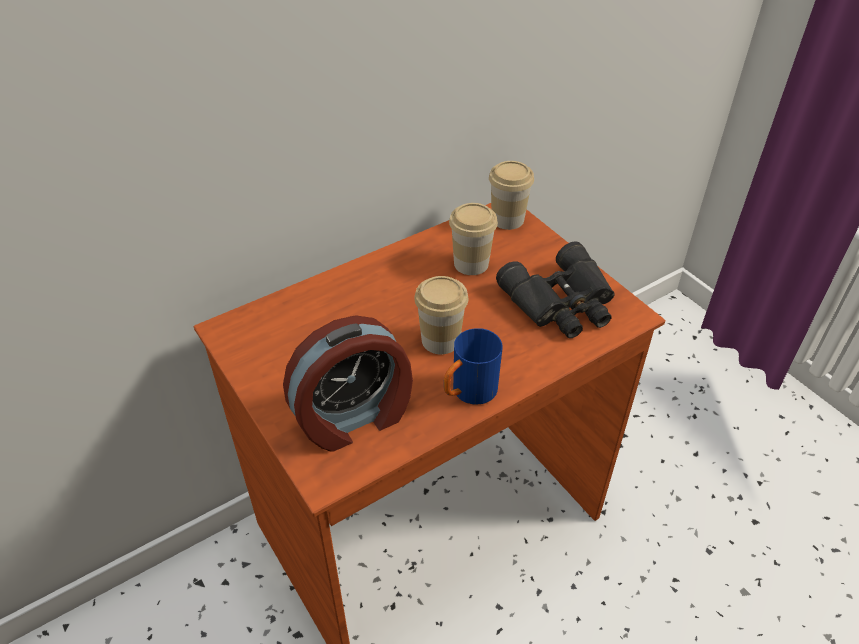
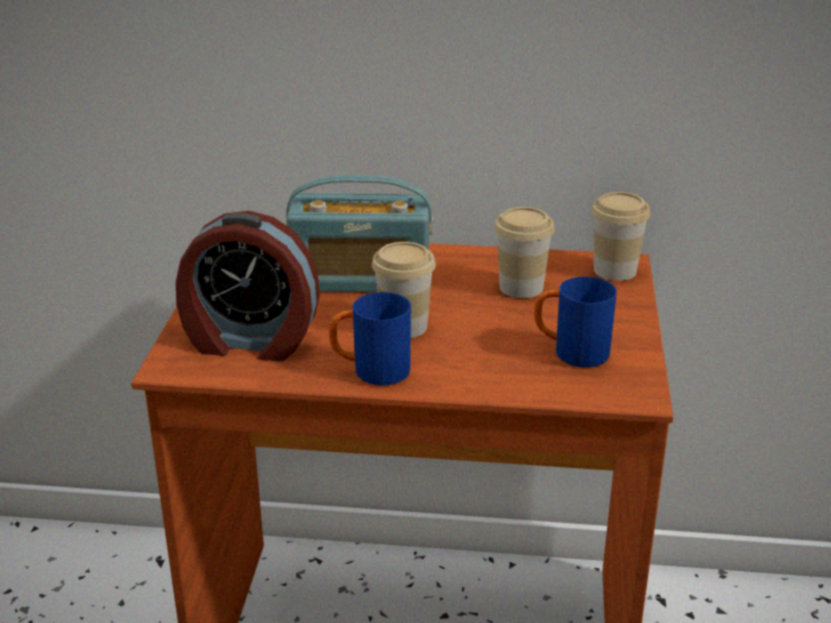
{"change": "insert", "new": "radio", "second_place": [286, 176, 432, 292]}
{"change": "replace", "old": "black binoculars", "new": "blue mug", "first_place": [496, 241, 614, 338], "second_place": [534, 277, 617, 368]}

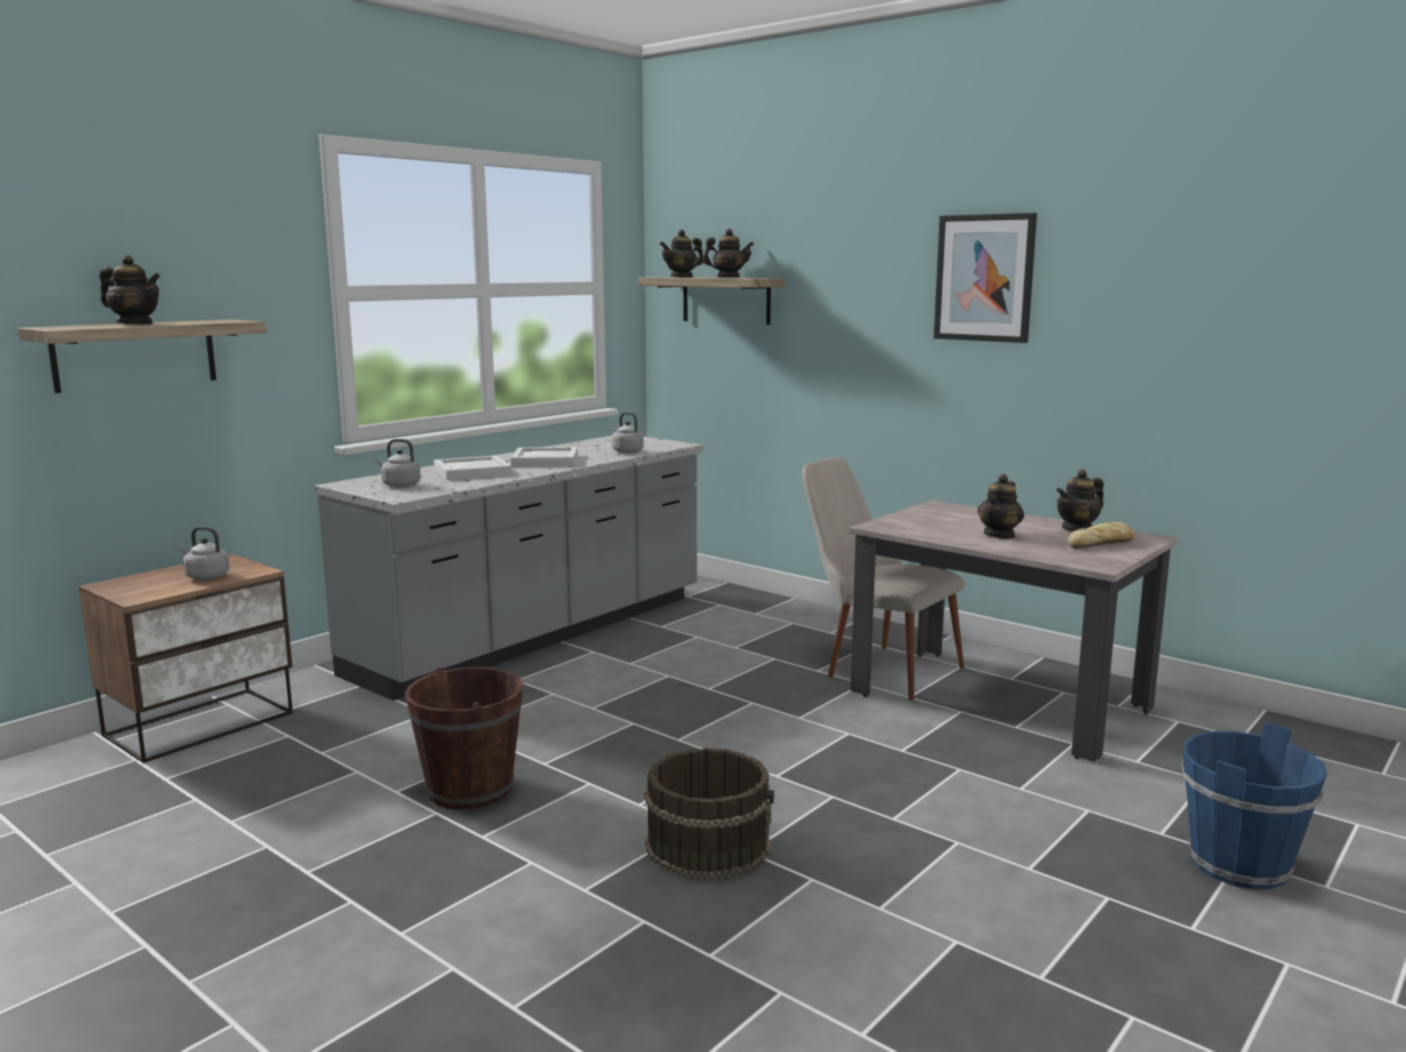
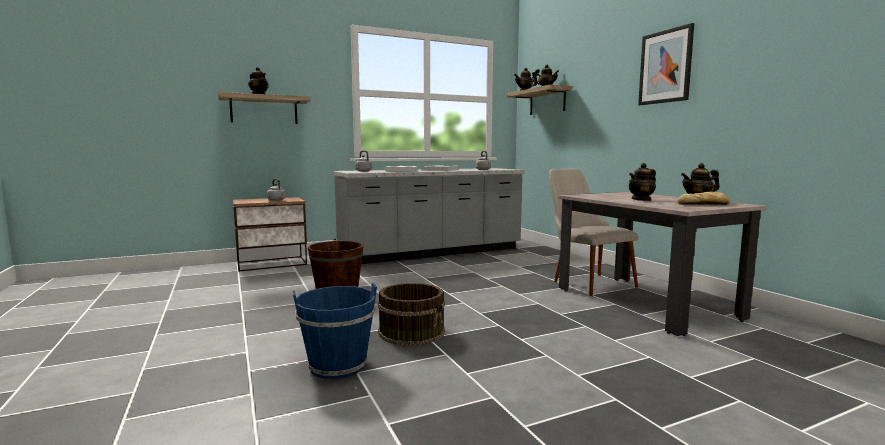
{"change": "move", "old": "blue bucket", "first_place": [1182, 722, 1327, 889], "second_place": [293, 283, 377, 379]}

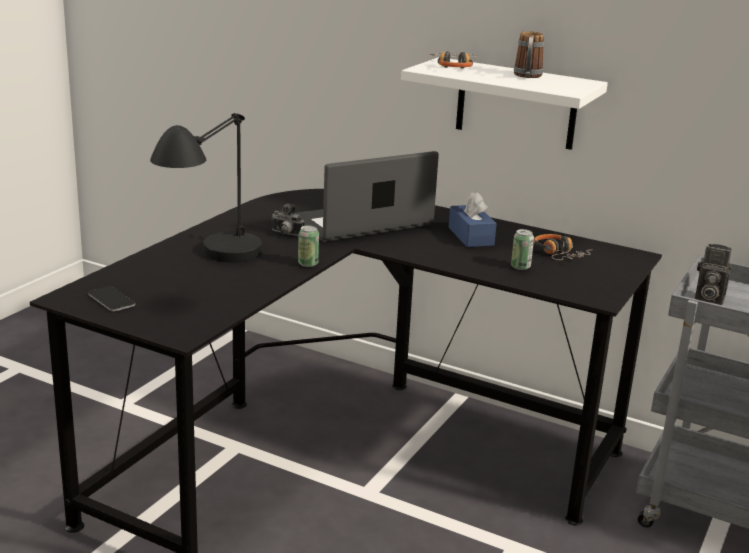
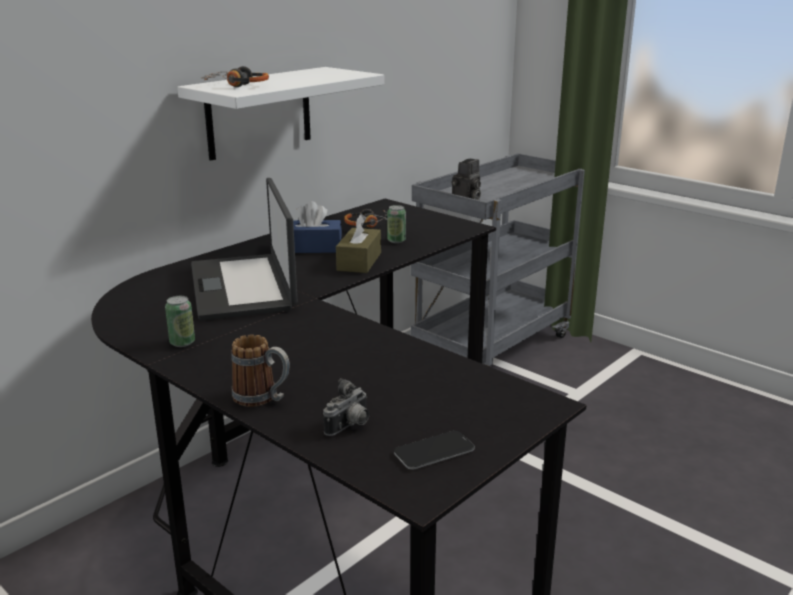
{"change": "delete", "old": "black table lamp", "first_place": [150, 113, 262, 263]}
{"change": "insert", "new": "brown tissue box", "second_place": [336, 214, 381, 273]}
{"change": "move", "old": "photo camera", "first_place": [271, 203, 304, 236], "second_place": [323, 378, 370, 436]}
{"change": "move", "old": "can", "first_place": [298, 225, 319, 267], "second_place": [165, 296, 195, 347]}
{"change": "move", "old": "mug", "first_place": [514, 31, 544, 78], "second_place": [231, 334, 290, 407]}

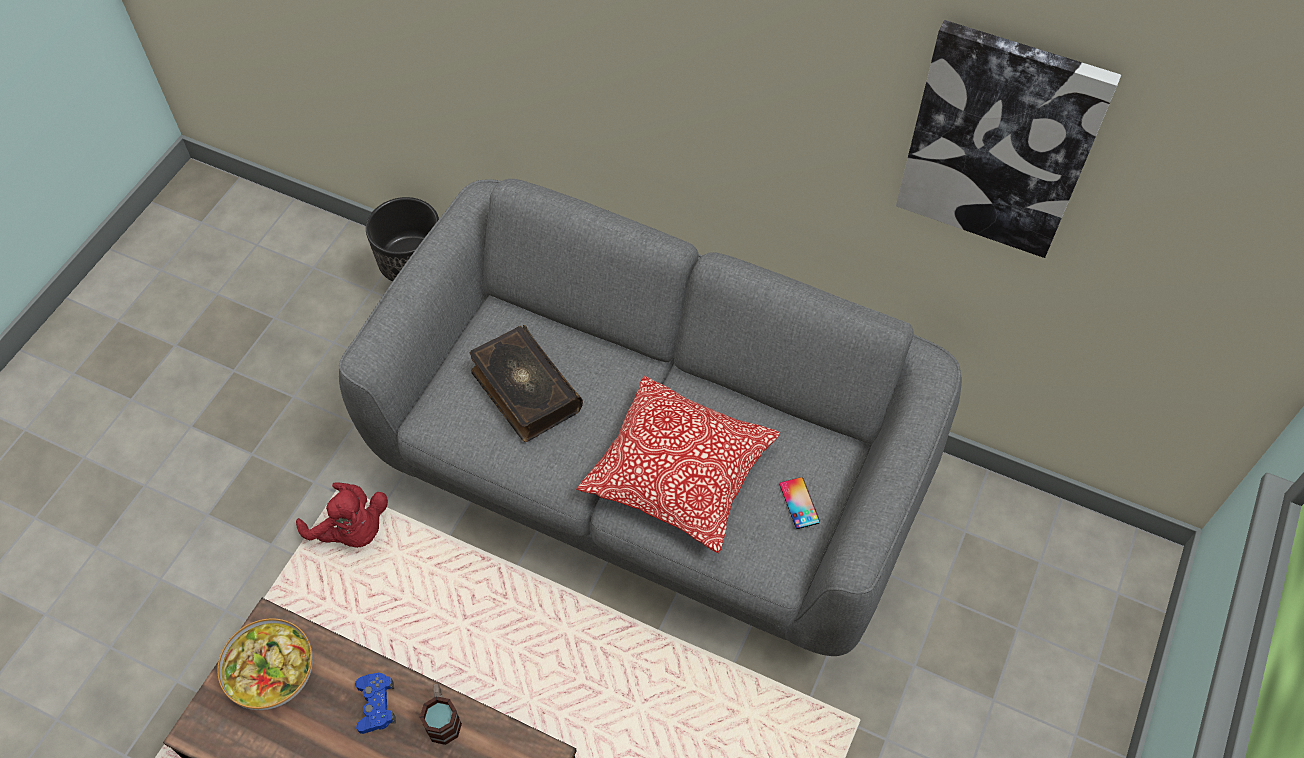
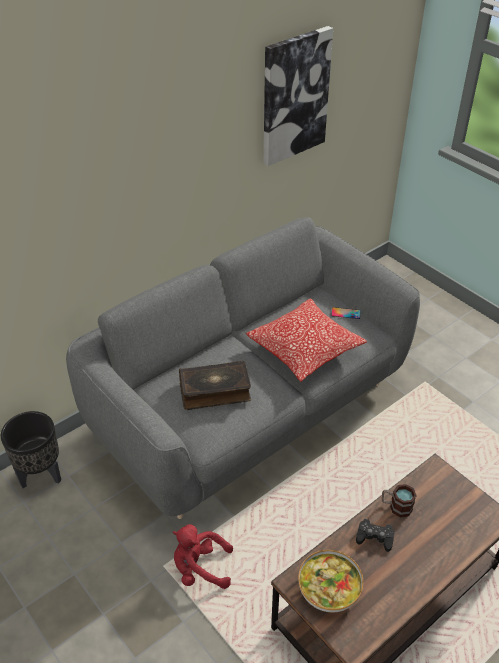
{"change": "recolor", "old": "blue game controller", "new": "black game controller", "first_place": [355, 673, 396, 734], "second_place": [356, 519, 395, 552]}
{"change": "rotate", "old": "red plush toy", "first_place": [296, 482, 388, 548], "second_place": [172, 524, 233, 589], "degrees": -150}

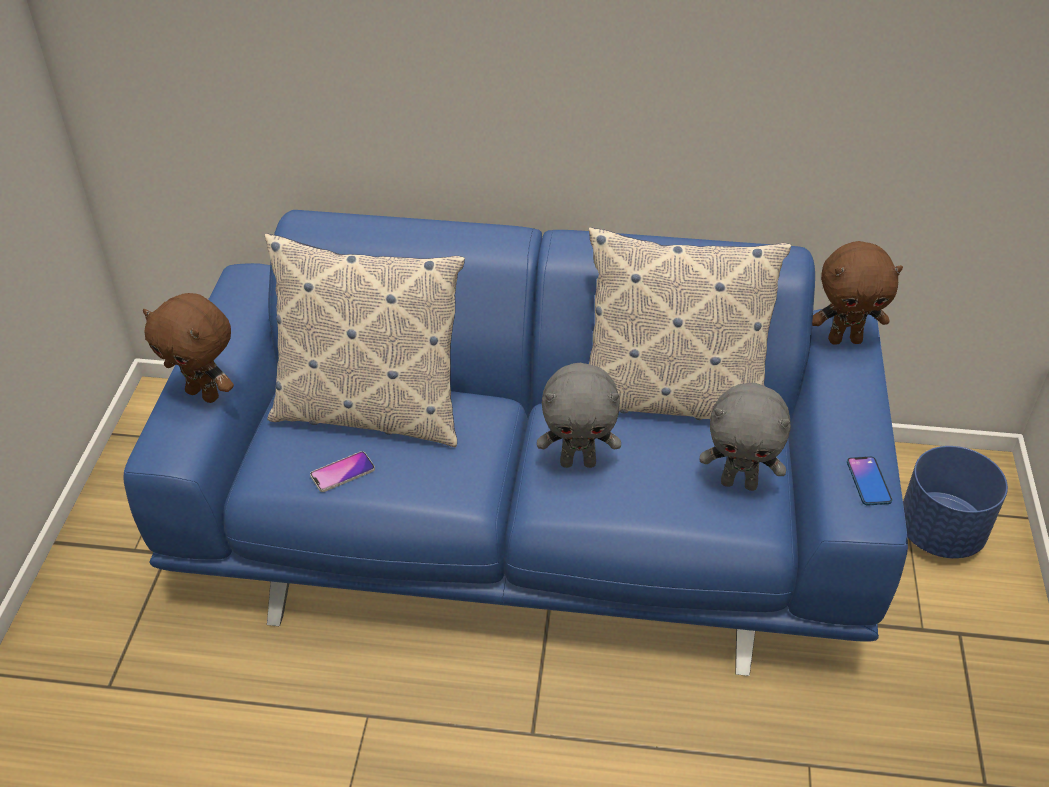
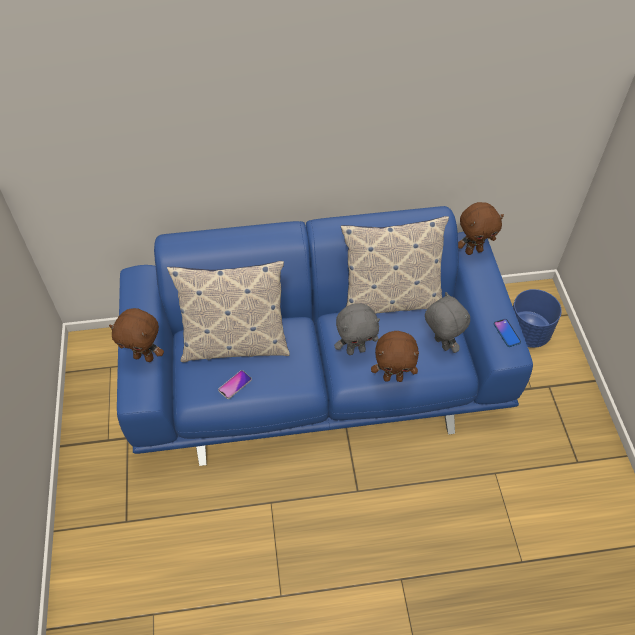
{"change": "insert", "new": "brown plush toy", "second_place": [371, 331, 419, 382]}
{"change": "rotate", "old": "grey plush toy", "first_place": [699, 383, 791, 491], "second_place": [425, 292, 470, 353], "degrees": -120}

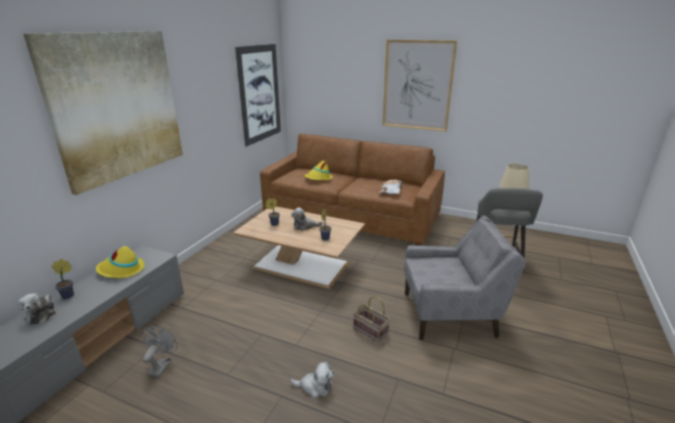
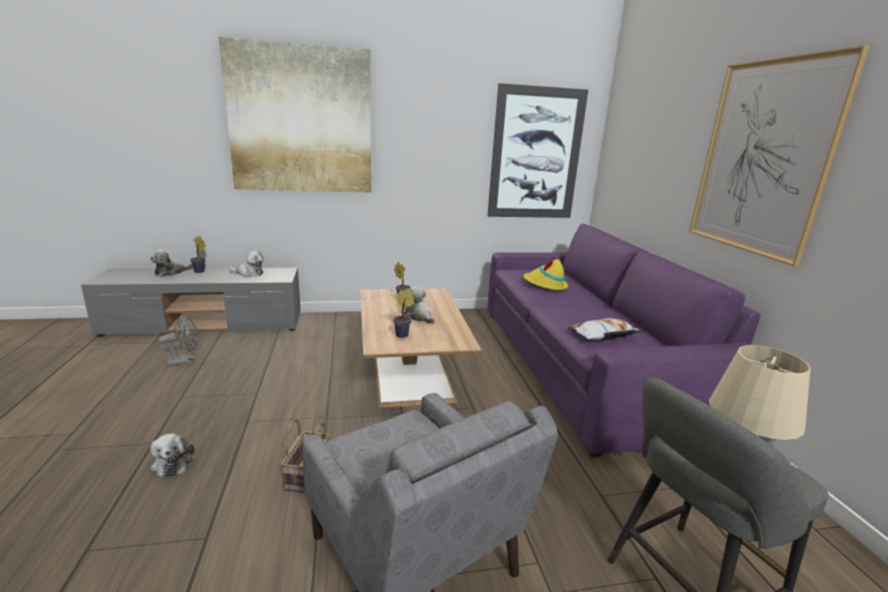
{"change": "replace", "old": "yellow hat", "new": "plush toy", "first_place": [96, 246, 145, 278], "second_place": [228, 251, 264, 277]}
{"change": "recolor", "old": "brown sofa", "new": "purple sofa", "first_place": [260, 134, 445, 246], "second_place": [487, 224, 760, 457]}

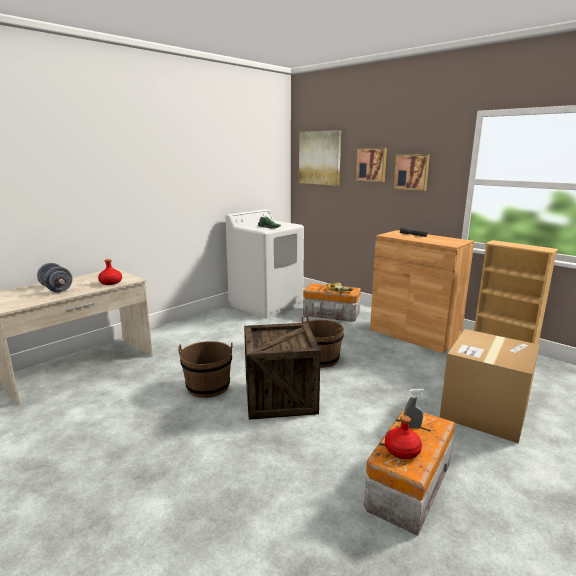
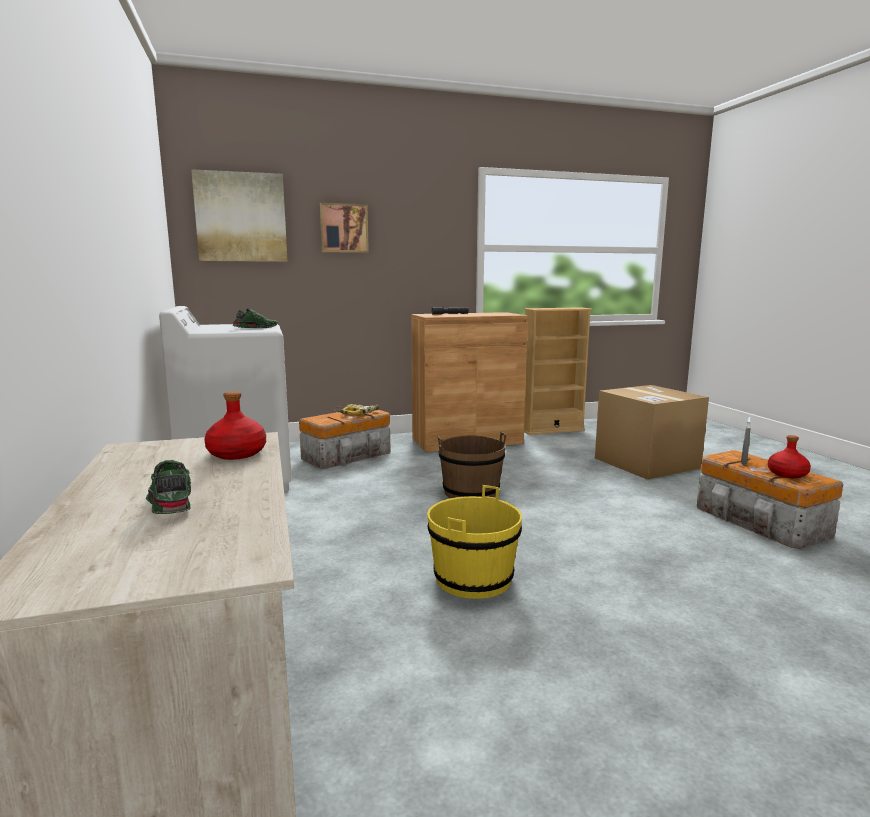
{"change": "delete", "old": "crate", "first_place": [244, 323, 321, 420]}
{"change": "delete", "old": "picture", "first_place": [394, 154, 430, 191]}
{"change": "replace", "old": "grey dumbbell", "new": "green shoe", "first_place": [37, 263, 73, 292], "second_place": [146, 460, 191, 514]}
{"change": "recolor", "old": "brown bucket", "new": "yellow bucket", "first_place": [178, 341, 233, 398], "second_place": [427, 485, 522, 599]}

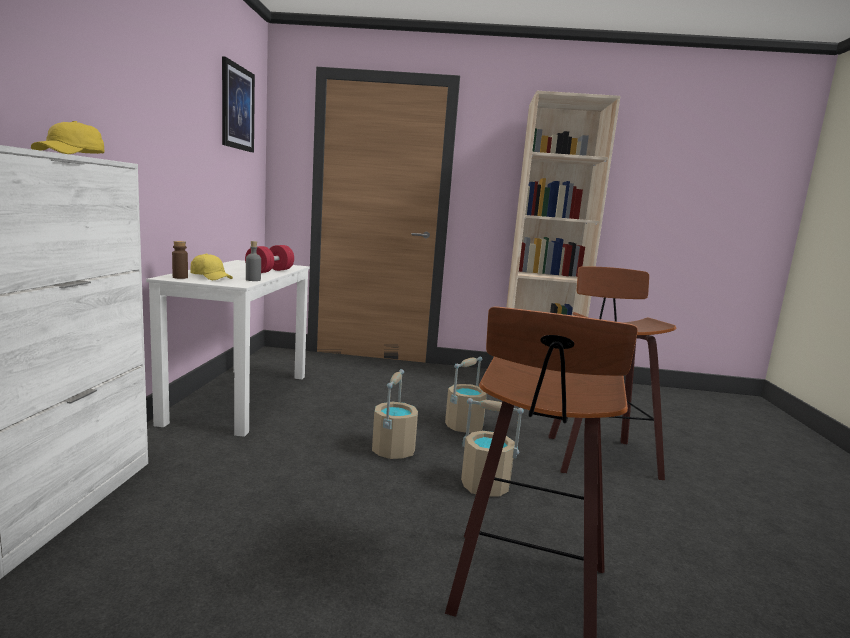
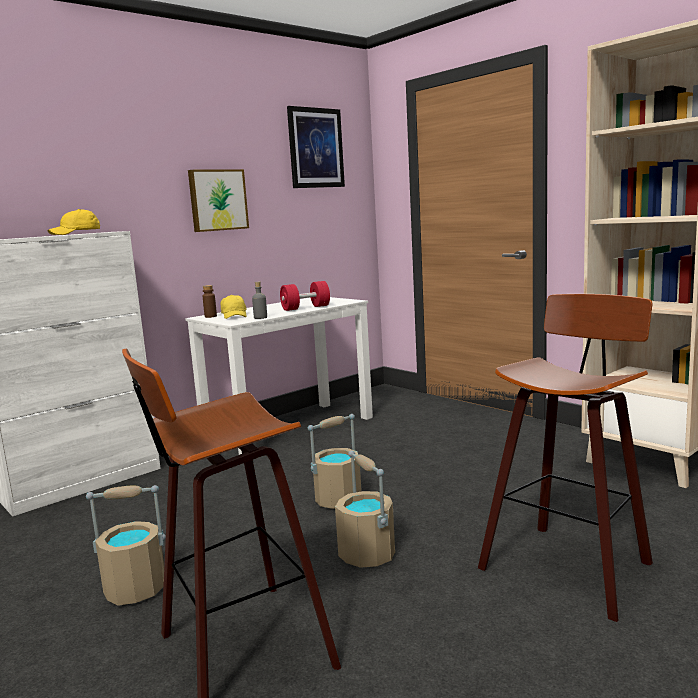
{"change": "insert", "new": "picture", "second_place": [188, 169, 249, 232]}
{"change": "move", "old": "beige bucket", "first_place": [445, 357, 487, 433], "second_place": [86, 485, 166, 606]}

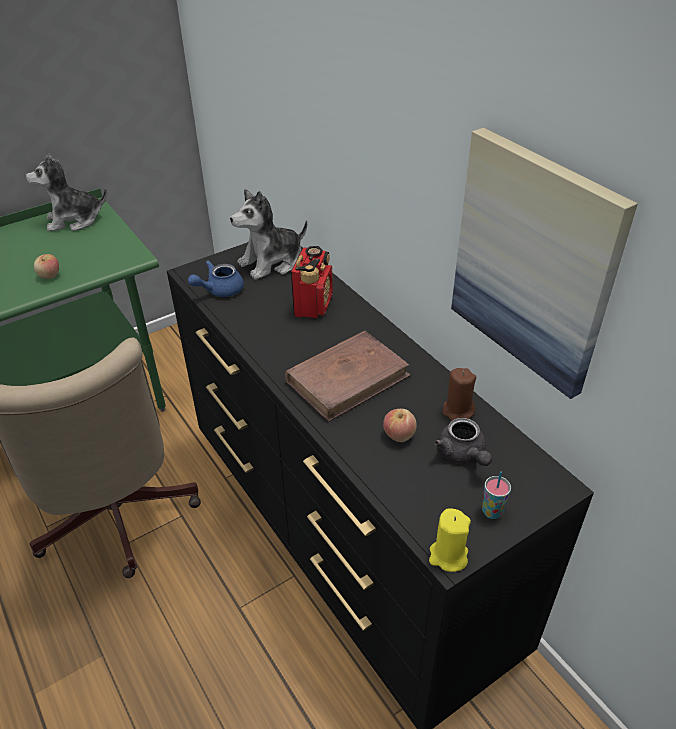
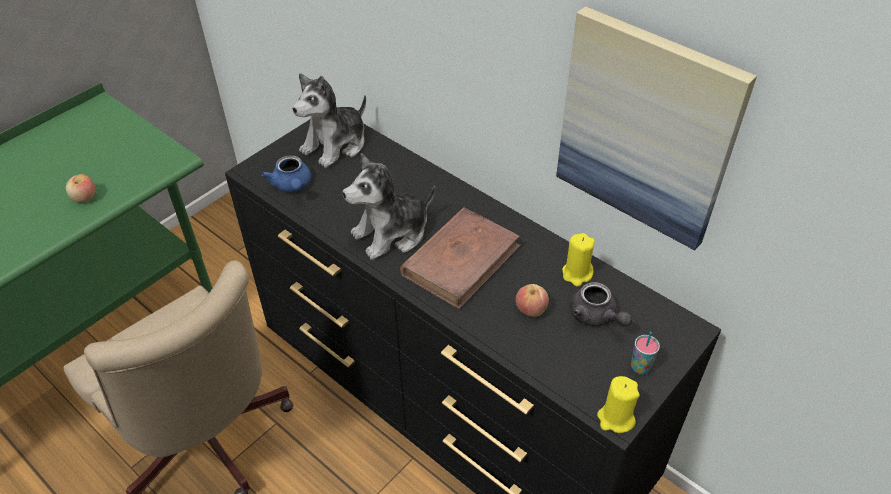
{"change": "delete", "old": "radio", "first_place": [291, 246, 333, 318]}
{"change": "move", "old": "plush toy", "first_place": [26, 153, 107, 232], "second_place": [343, 153, 436, 260]}
{"change": "recolor", "old": "brown candle", "new": "yellow candle", "first_place": [442, 368, 476, 421], "second_place": [562, 233, 595, 287]}
{"change": "rotate", "old": "blue teapot", "first_place": [188, 260, 244, 297], "second_place": [262, 155, 311, 192], "degrees": -60}

